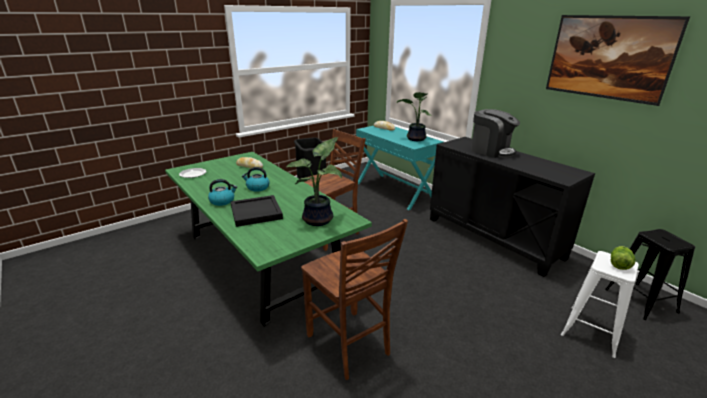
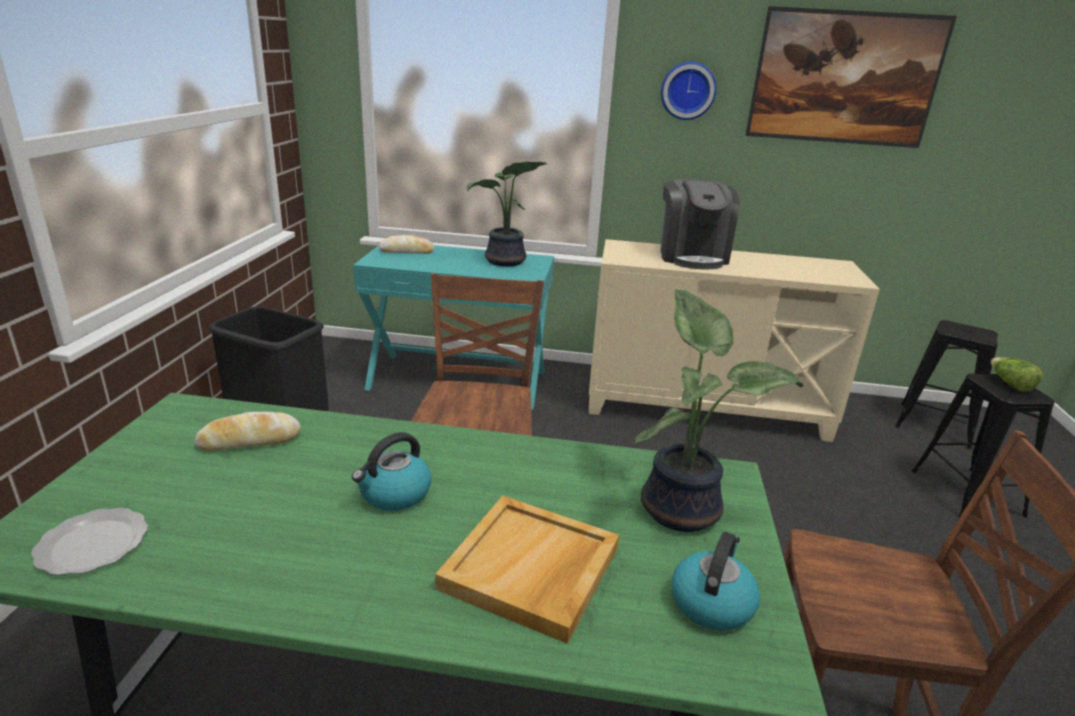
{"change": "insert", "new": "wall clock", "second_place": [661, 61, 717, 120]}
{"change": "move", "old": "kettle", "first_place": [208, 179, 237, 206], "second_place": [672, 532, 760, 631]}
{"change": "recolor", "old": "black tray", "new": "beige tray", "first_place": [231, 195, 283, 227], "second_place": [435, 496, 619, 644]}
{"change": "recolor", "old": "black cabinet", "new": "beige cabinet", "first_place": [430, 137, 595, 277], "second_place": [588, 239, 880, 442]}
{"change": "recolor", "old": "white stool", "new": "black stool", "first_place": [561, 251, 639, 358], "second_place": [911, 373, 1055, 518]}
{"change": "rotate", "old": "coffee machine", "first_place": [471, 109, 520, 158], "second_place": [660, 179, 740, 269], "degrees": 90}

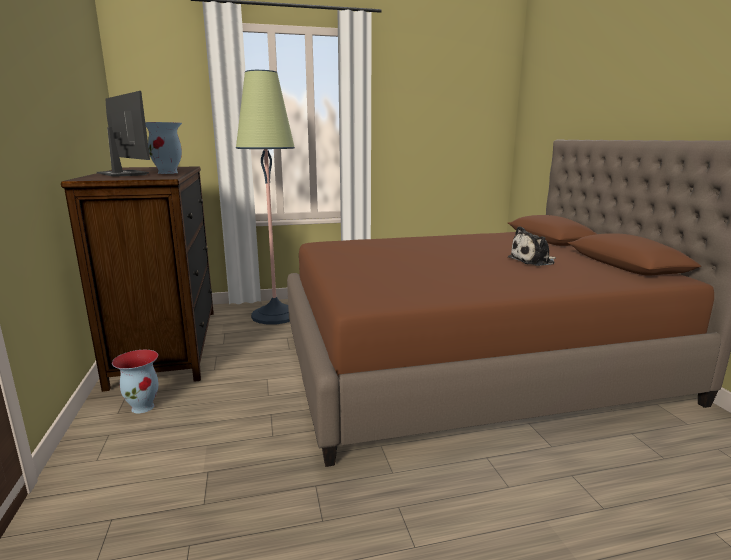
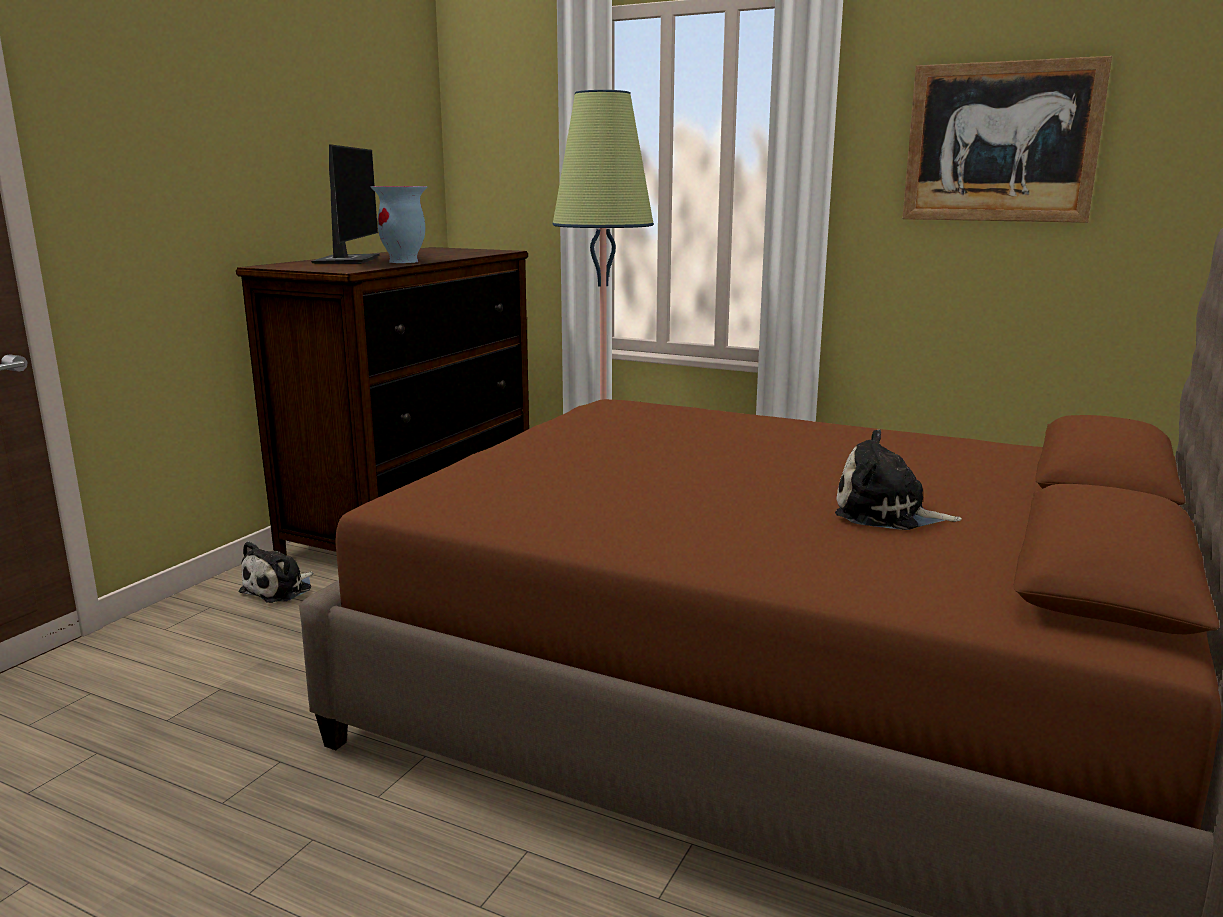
{"change": "insert", "new": "picture", "second_place": [902, 56, 1112, 223]}
{"change": "replace", "old": "vase", "new": "plush toy", "first_place": [112, 350, 159, 413], "second_place": [239, 541, 313, 603]}

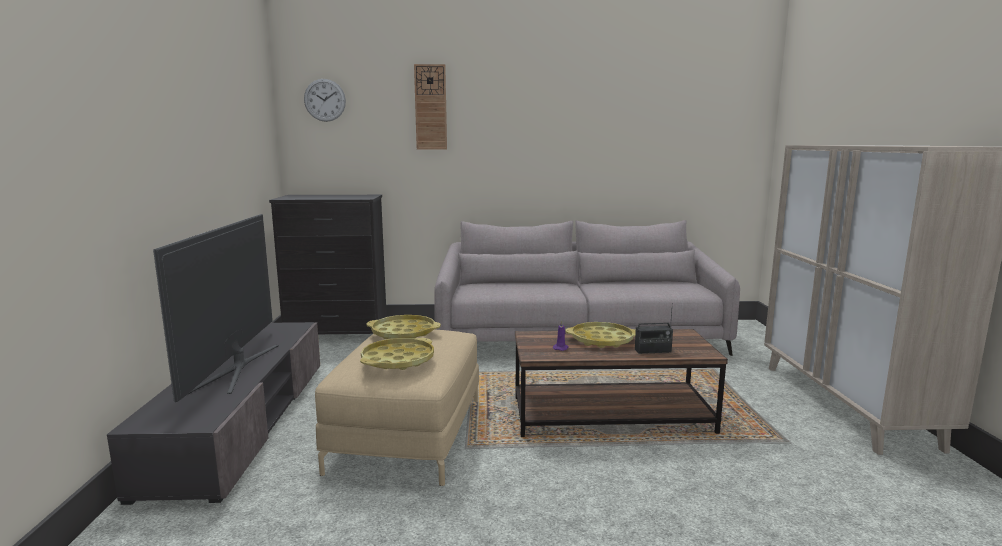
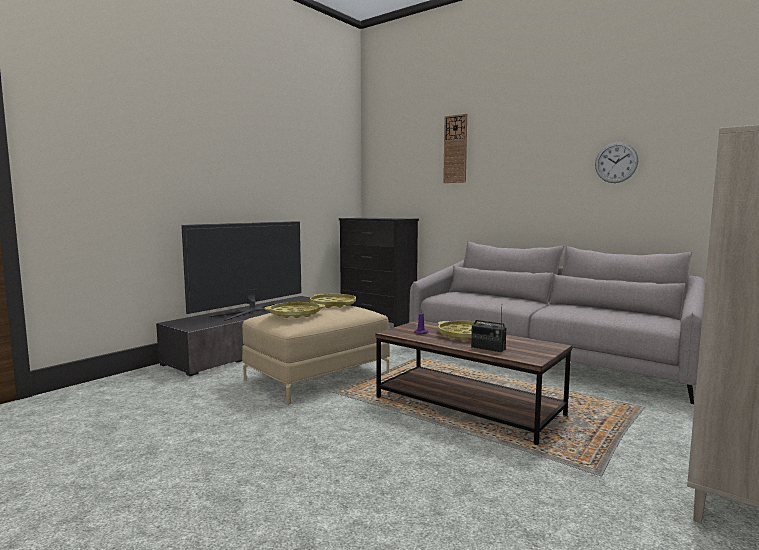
{"change": "move", "old": "wall clock", "first_place": [304, 79, 346, 122], "second_place": [595, 142, 638, 183]}

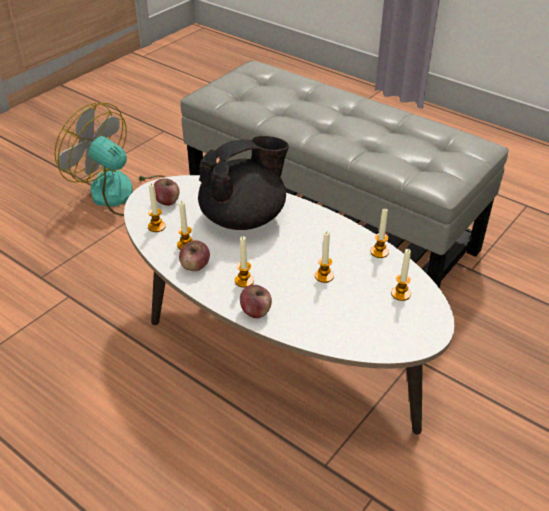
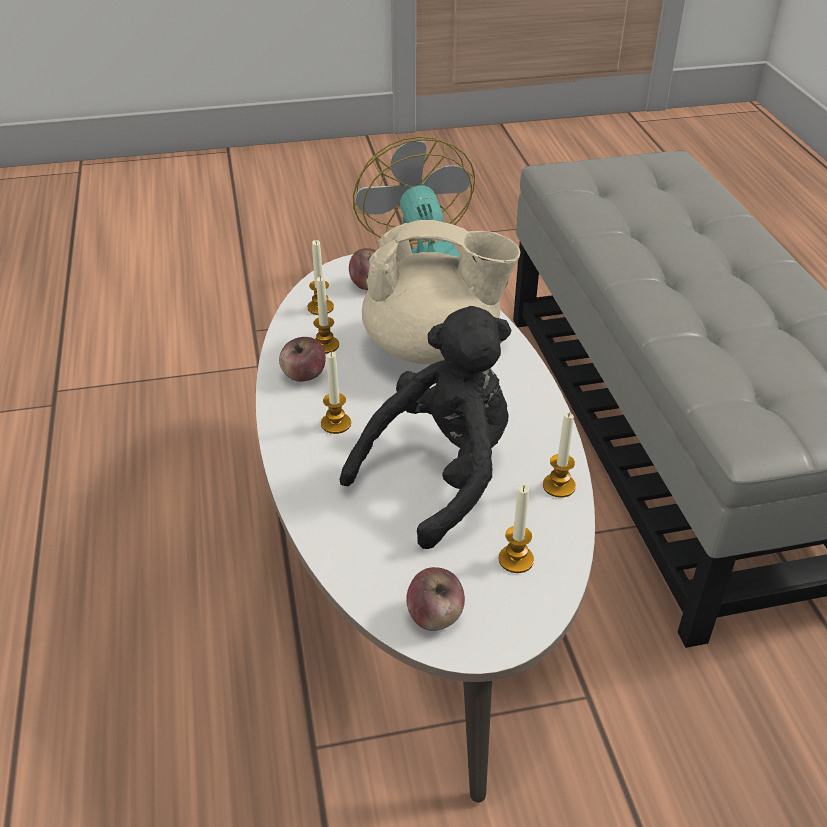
{"change": "move", "old": "apple", "first_place": [240, 285, 272, 318], "second_place": [406, 567, 465, 631]}
{"change": "replace", "old": "candle", "new": "black plush toy", "first_place": [315, 232, 334, 283], "second_place": [339, 306, 511, 549]}
{"change": "recolor", "old": "black teapot", "new": "beige teapot", "first_place": [198, 136, 289, 230], "second_place": [362, 220, 520, 365]}

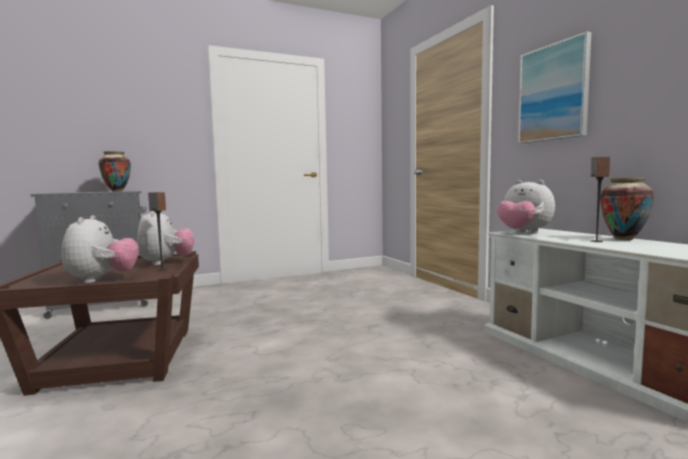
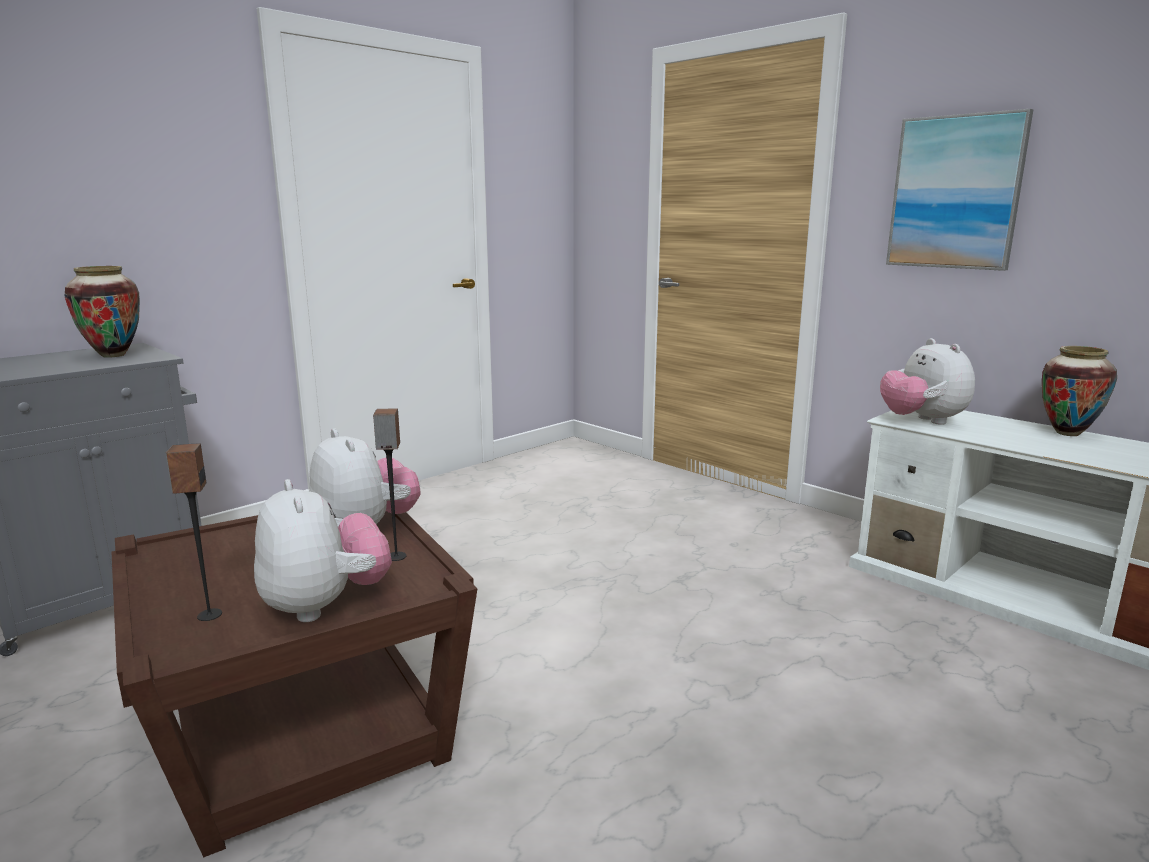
{"change": "move", "old": "speaker", "first_place": [591, 157, 610, 242], "second_place": [166, 443, 222, 621]}
{"change": "rotate", "old": "plush toy", "first_place": [497, 180, 555, 234], "second_place": [880, 338, 975, 425], "degrees": 45}

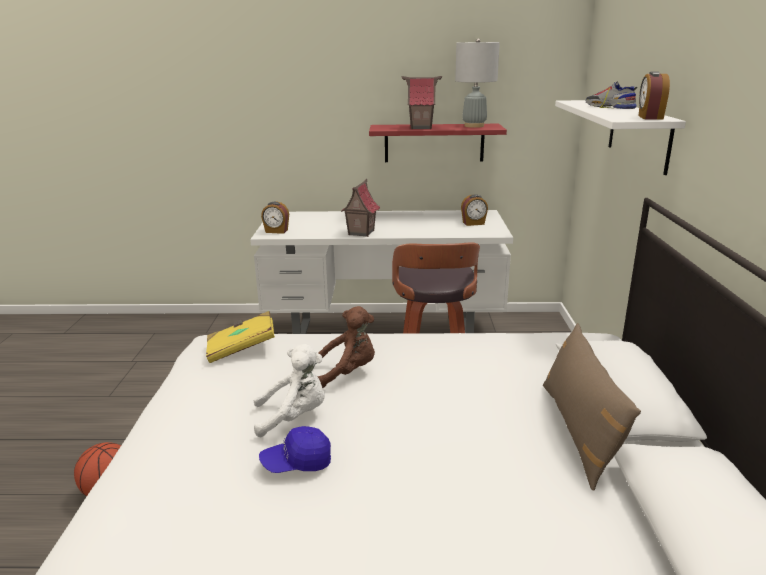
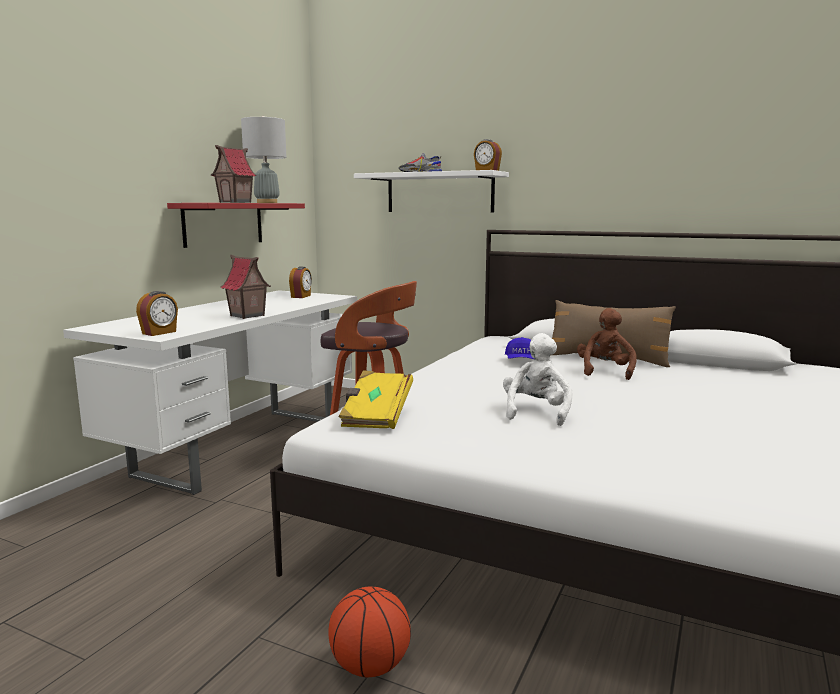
{"change": "move", "old": "blue cap", "first_place": [259, 426, 331, 473], "second_place": [505, 337, 534, 359]}
{"change": "move", "old": "brown plush toy", "first_place": [317, 306, 375, 388], "second_place": [577, 308, 637, 380]}

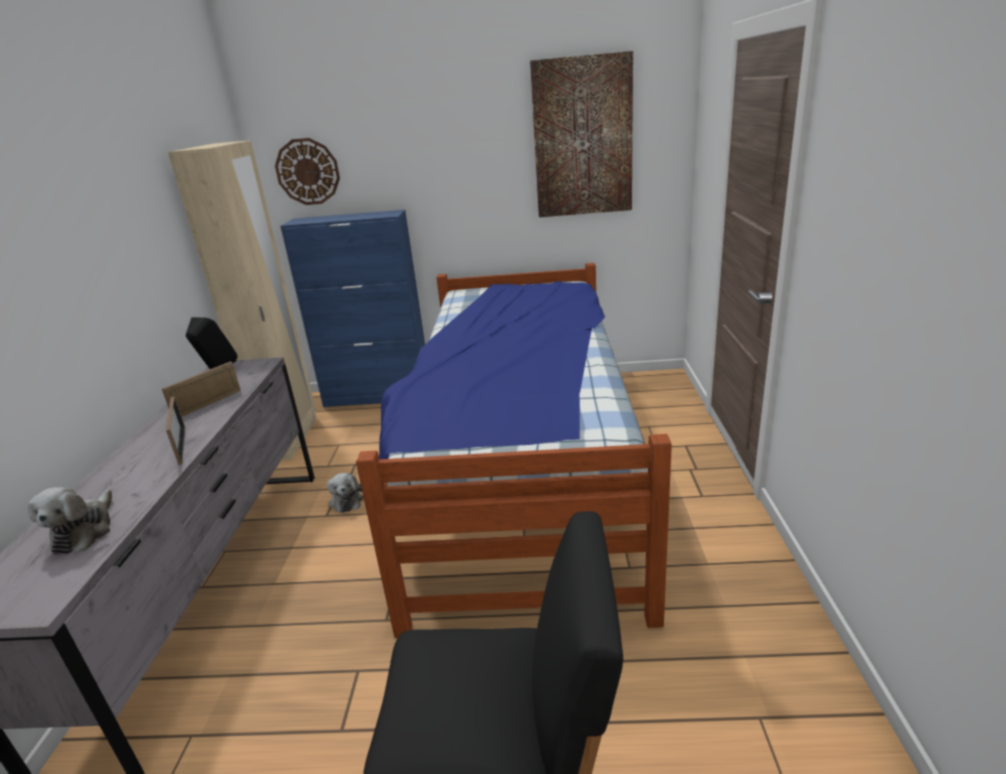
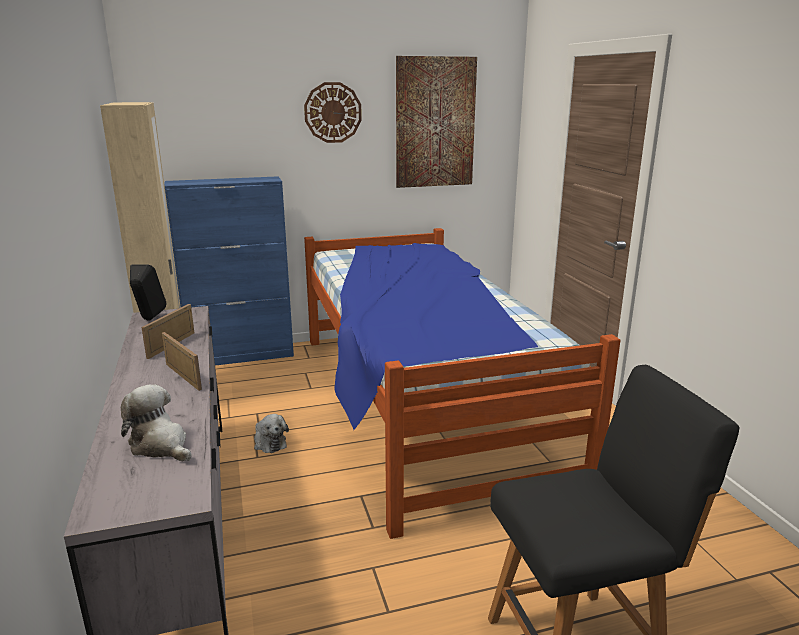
{"change": "move", "old": "wall clock", "first_place": [275, 138, 340, 205], "second_place": [304, 82, 362, 143]}
{"change": "rotate", "old": "plush toy", "first_place": [28, 487, 112, 555], "second_place": [121, 384, 191, 461], "degrees": 150}

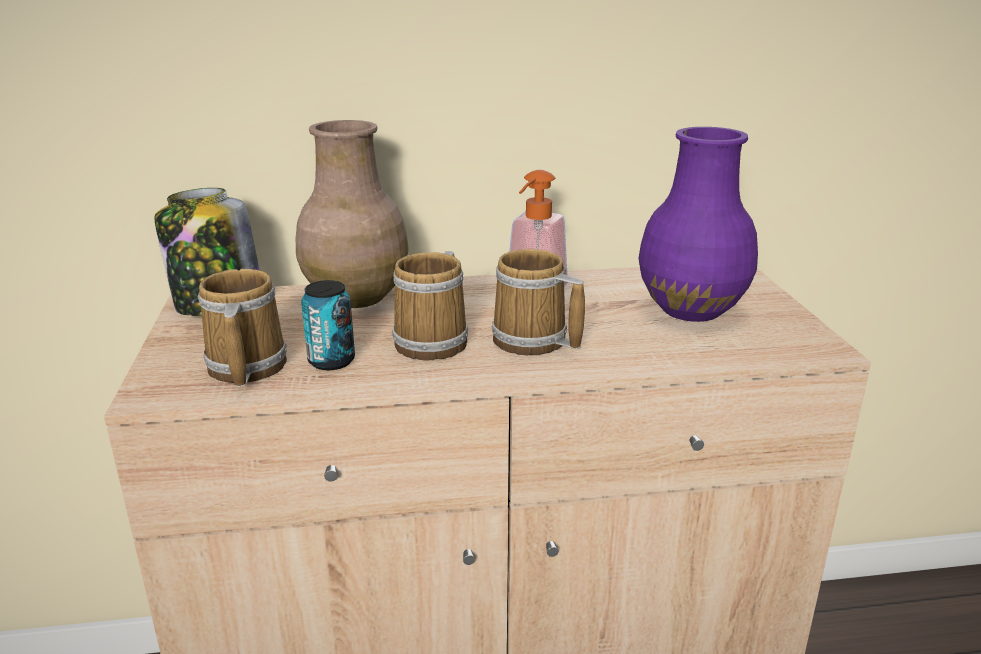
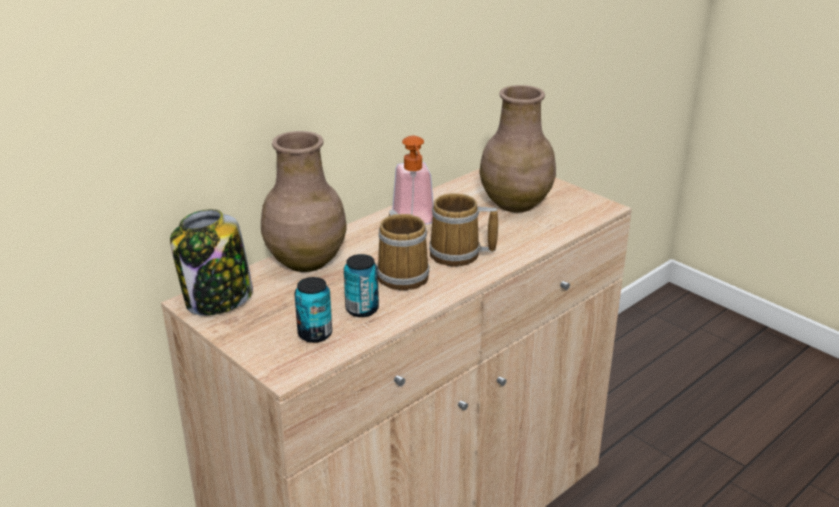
{"change": "replace", "old": "mug", "new": "can", "first_place": [198, 269, 287, 387], "second_place": [294, 277, 332, 343]}
{"change": "recolor", "old": "purple vase", "new": "brown vase", "first_place": [638, 127, 758, 322], "second_place": [480, 85, 556, 212]}

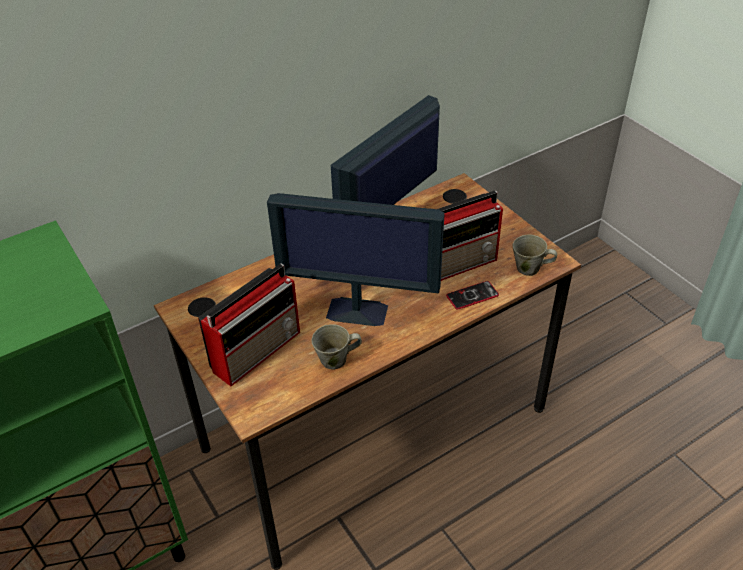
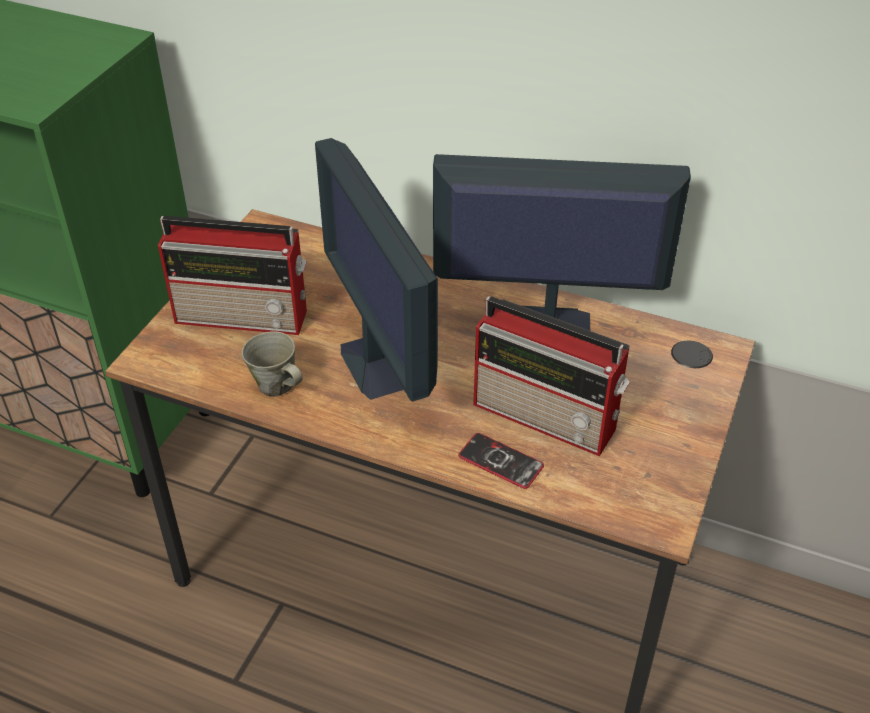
{"change": "delete", "old": "grey mug", "first_place": [512, 235, 557, 276]}

